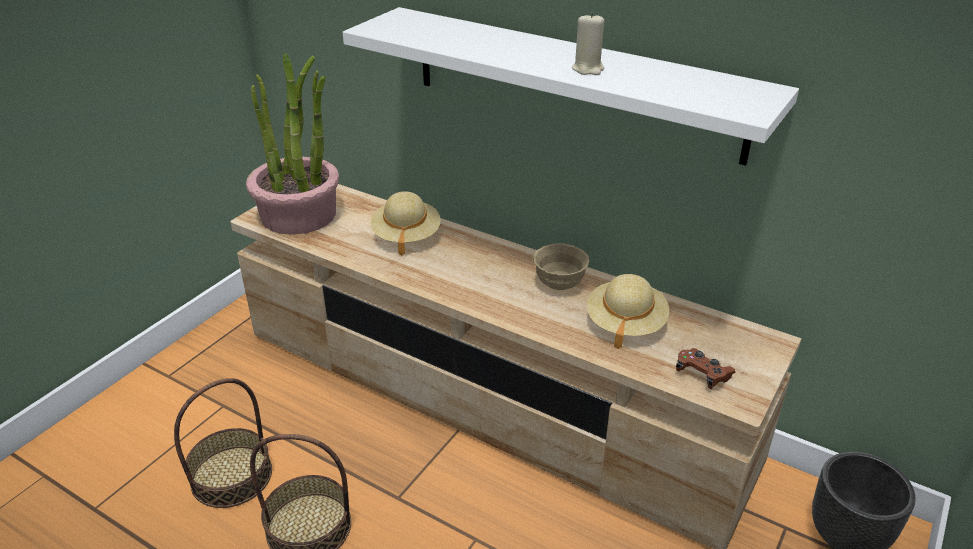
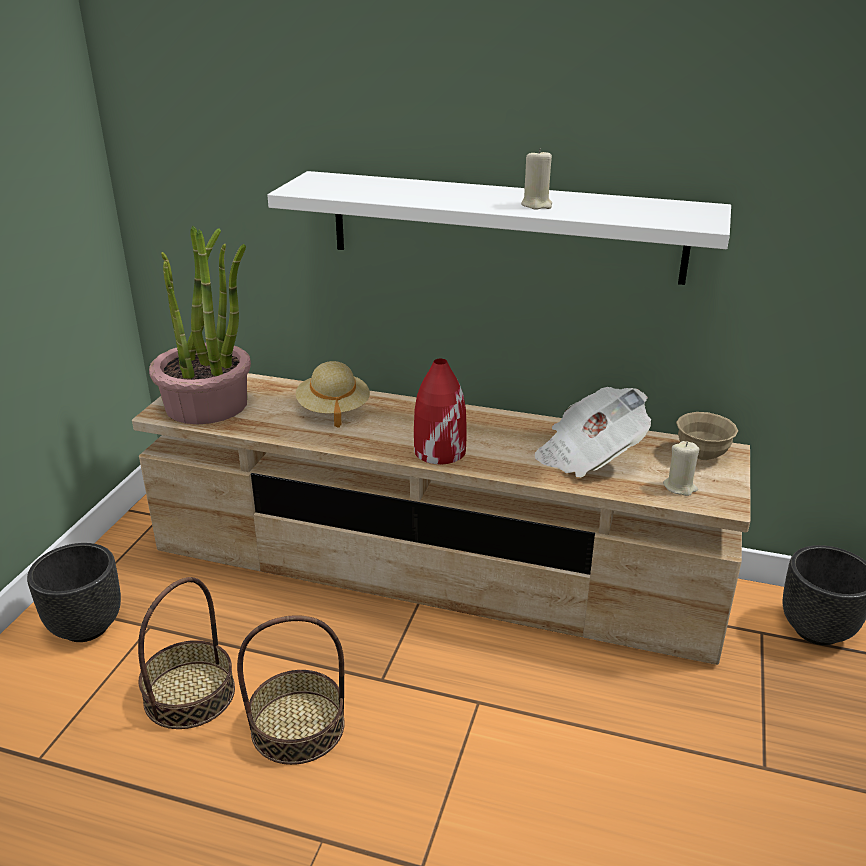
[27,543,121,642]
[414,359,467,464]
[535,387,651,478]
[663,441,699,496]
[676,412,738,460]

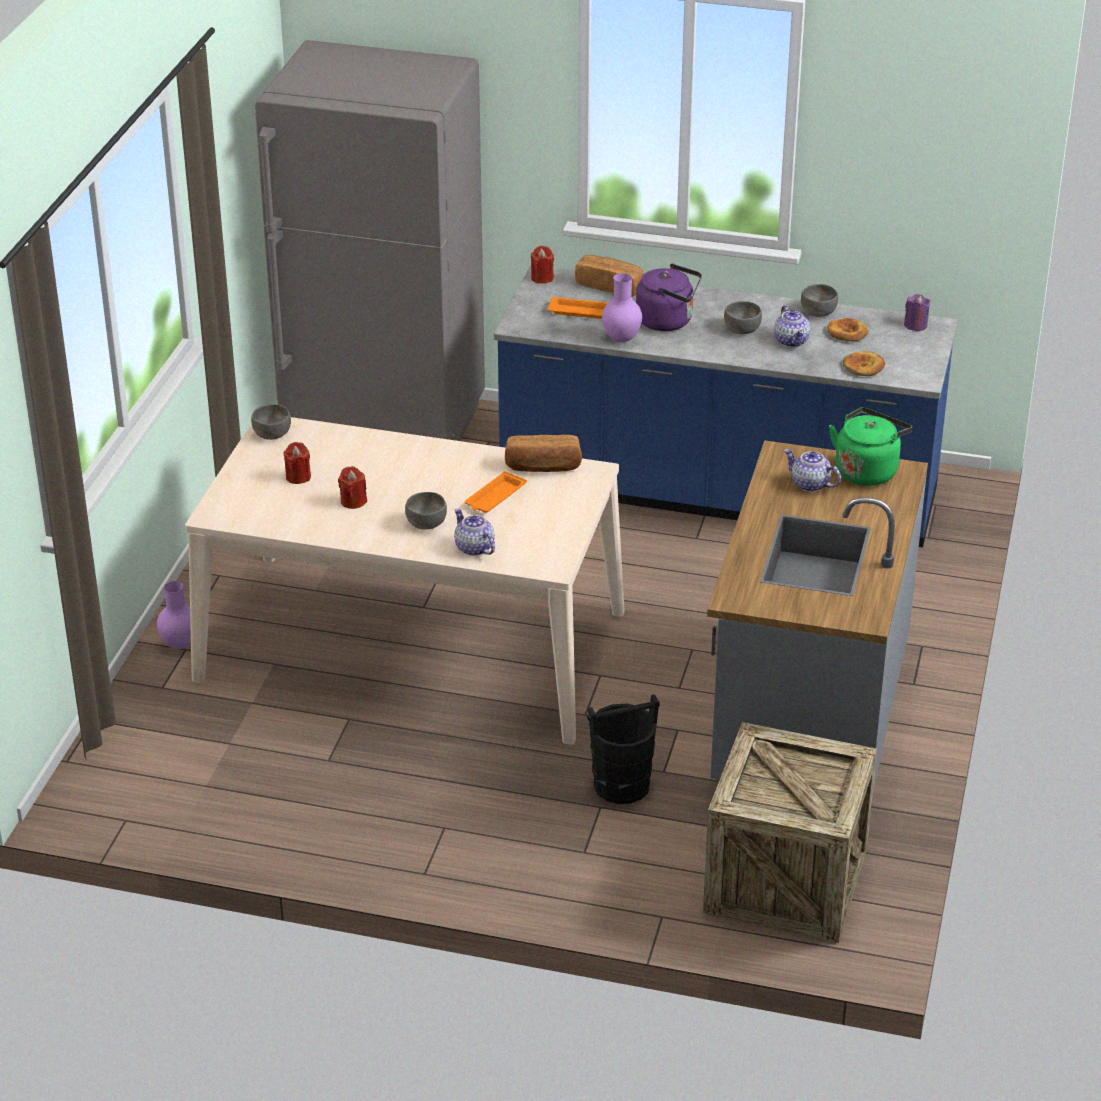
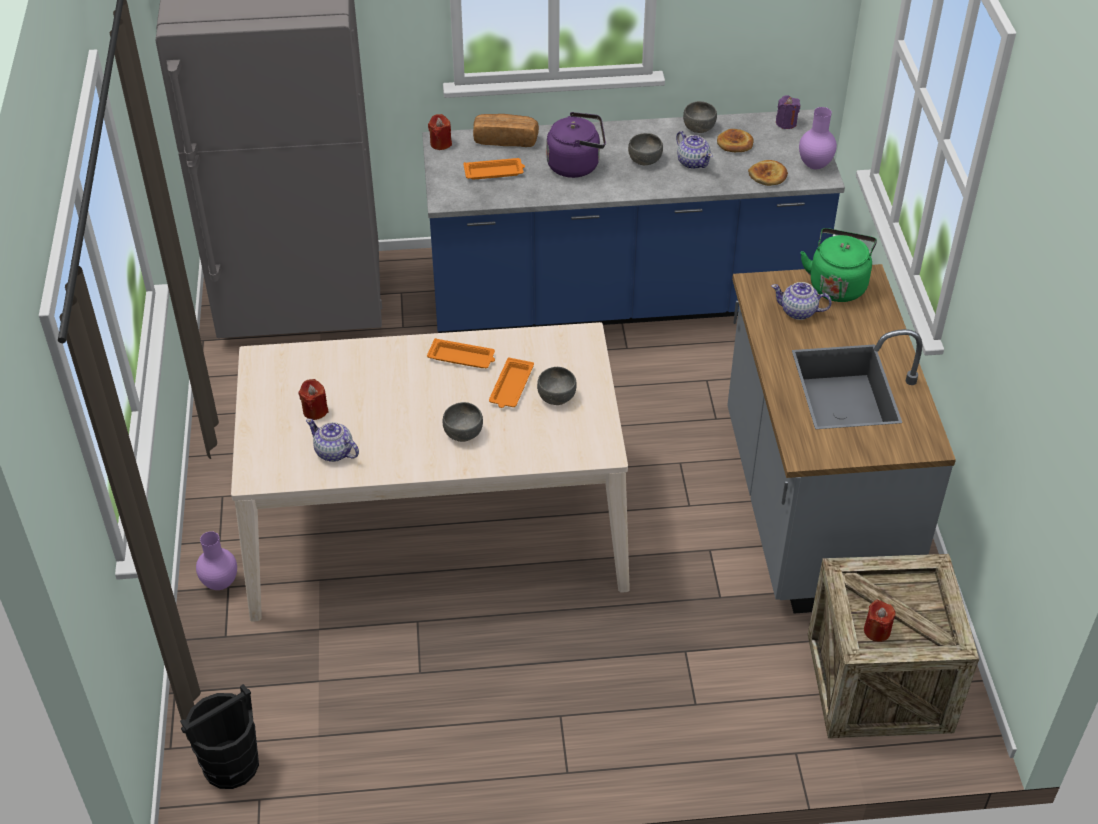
[180,684,259,789]
[306,419,359,462]
[427,338,495,368]
[537,367,577,405]
[799,107,837,169]
[864,600,895,642]
[505,435,582,472] (first image)

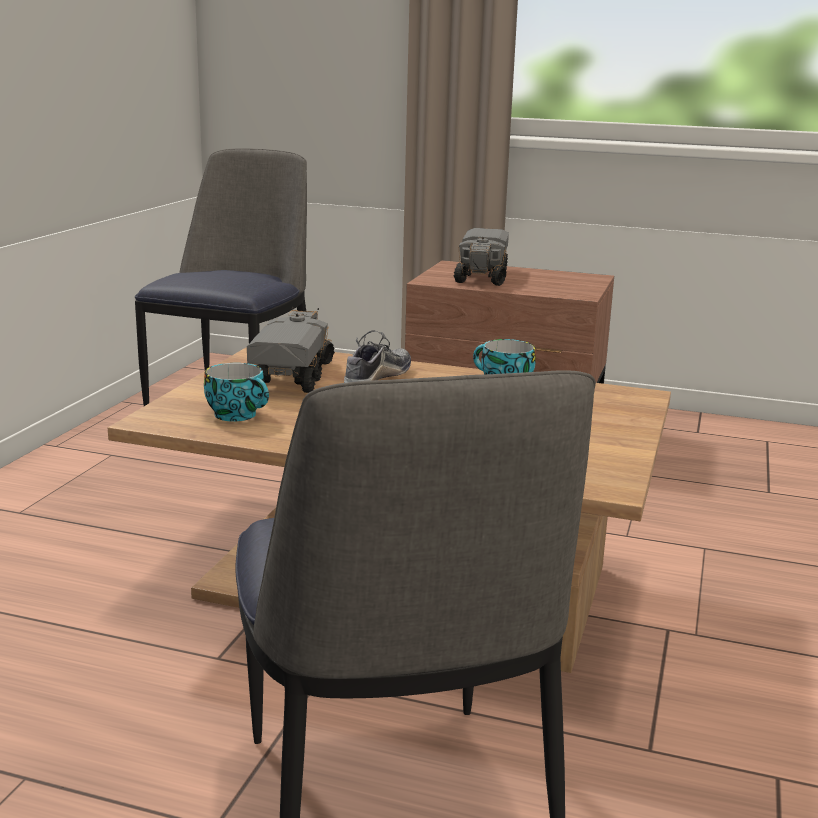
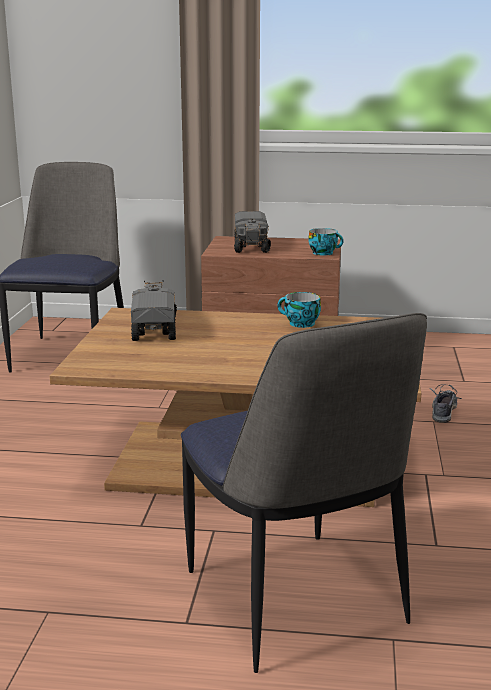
[309,228,344,256]
[430,384,462,423]

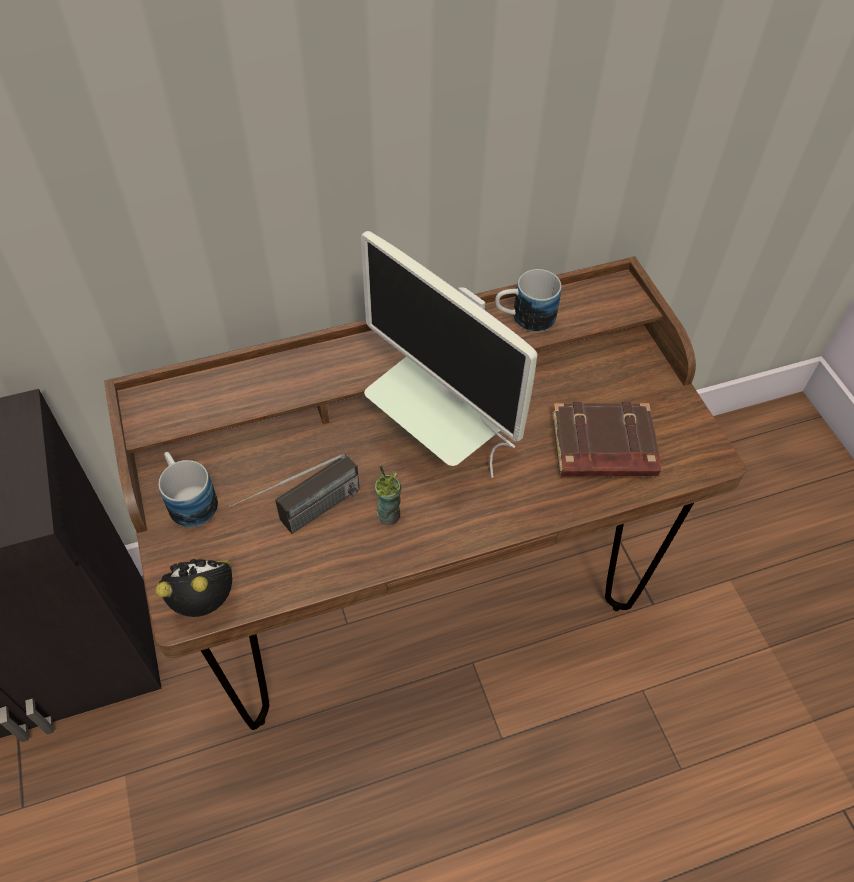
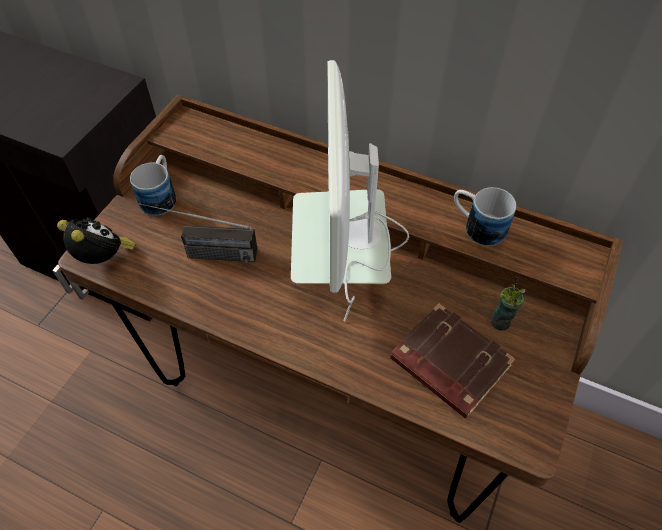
[491,277,525,331]

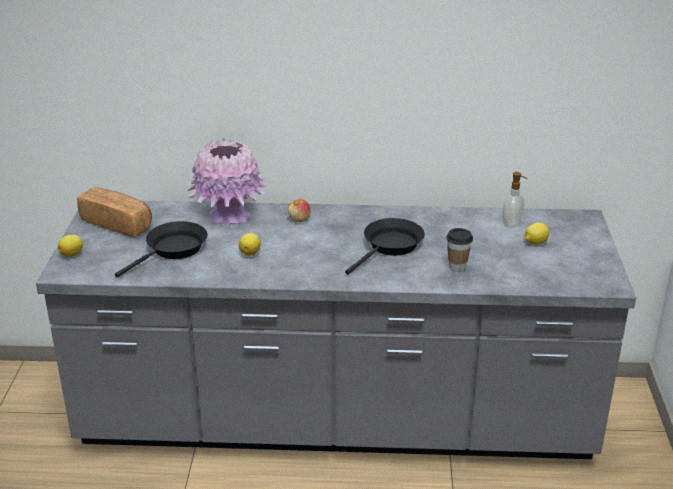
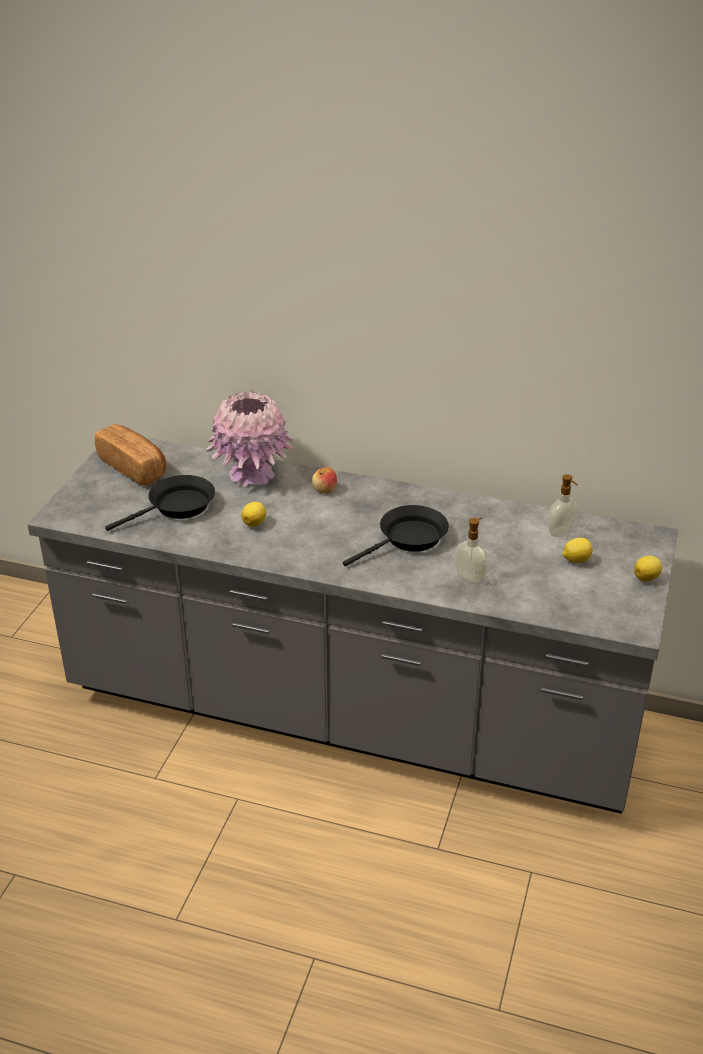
[454,517,489,583]
[634,556,662,582]

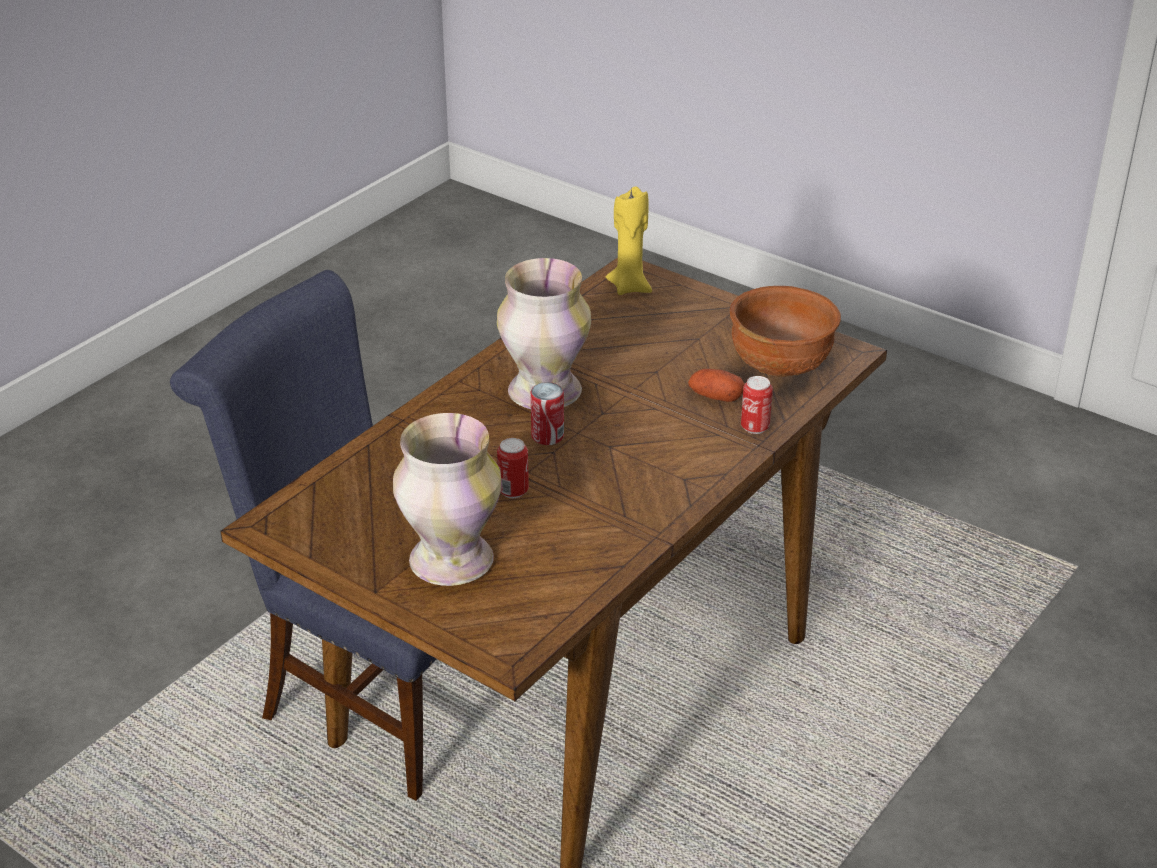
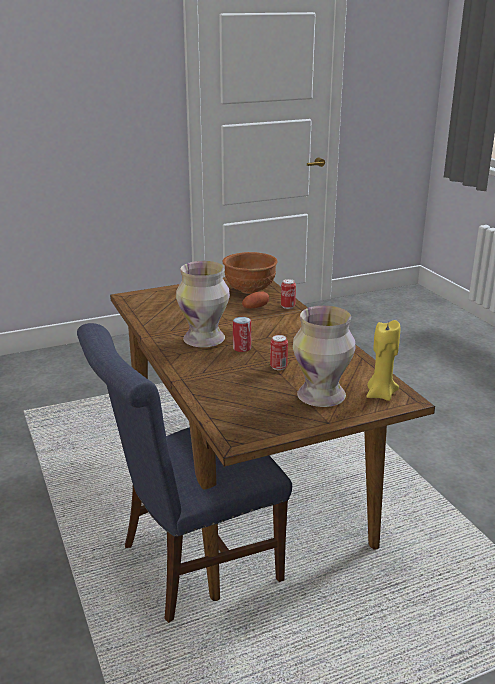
[366,320,400,401]

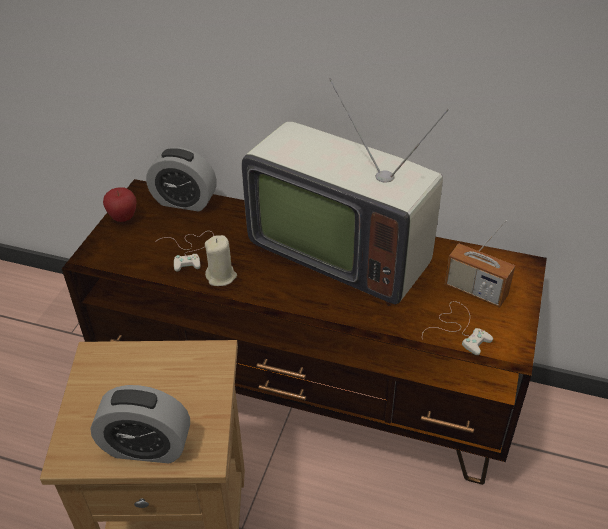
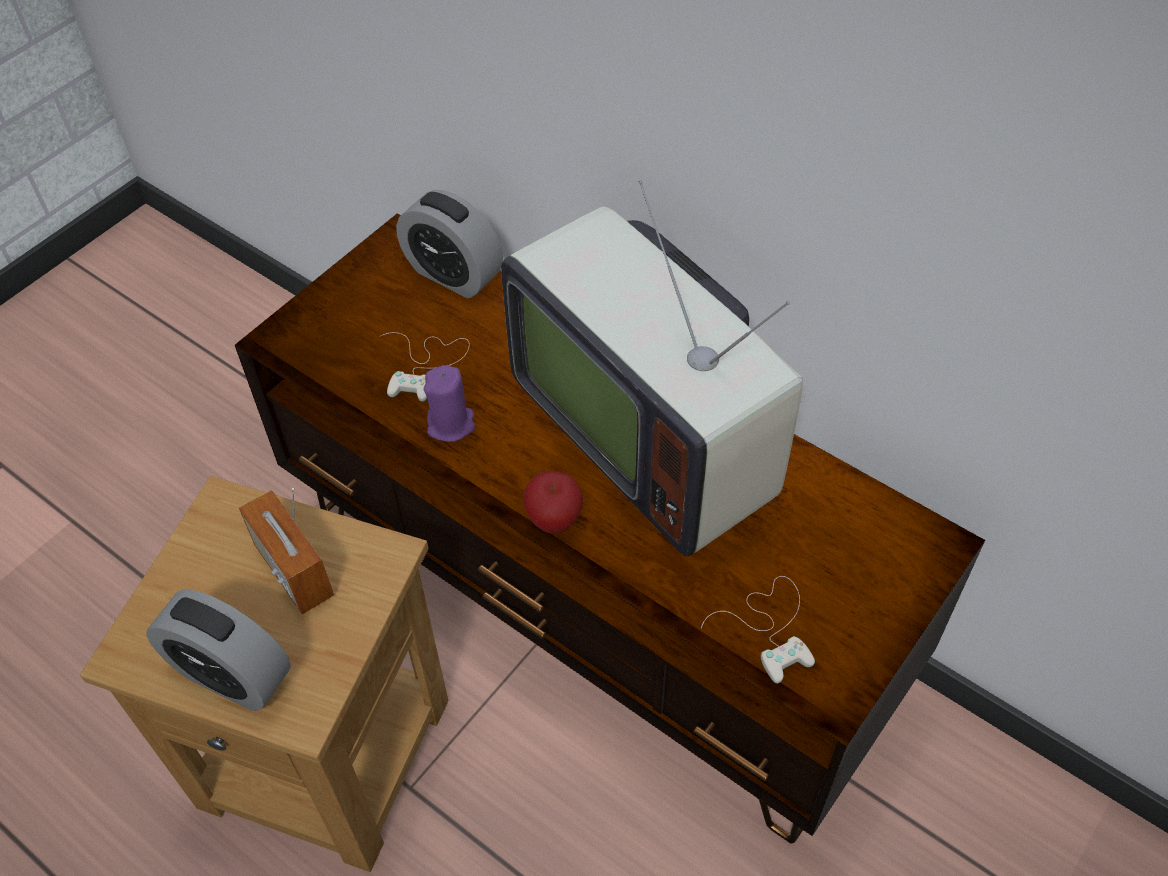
[239,488,334,614]
[424,365,475,442]
[523,471,583,534]

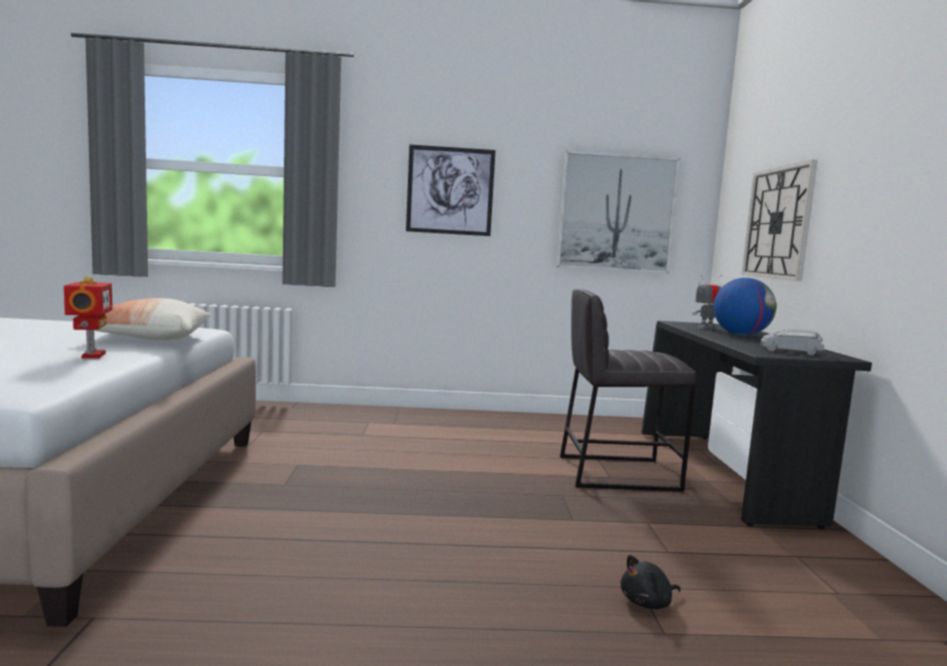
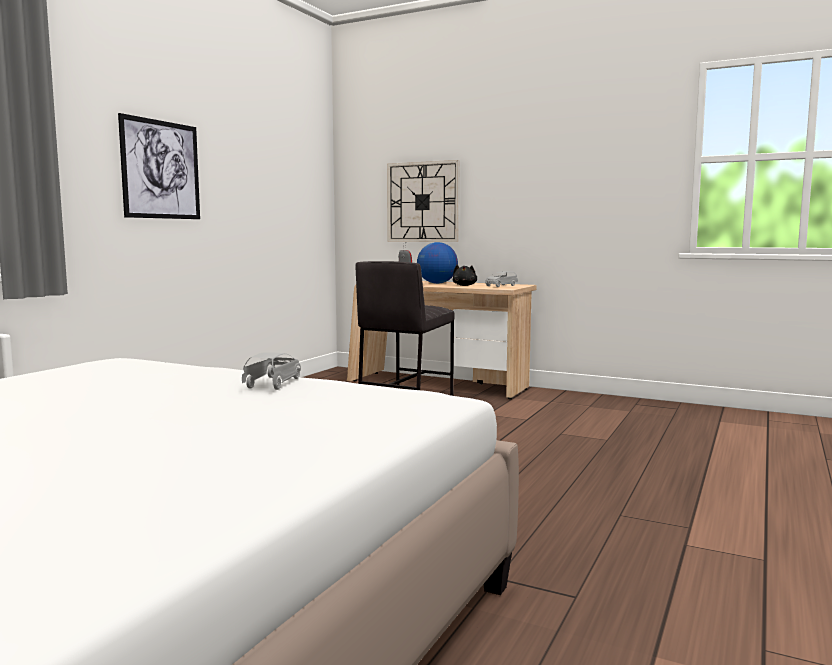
[242,352,301,390]
[347,281,536,399]
[453,265,477,286]
[94,298,211,340] (first image)
[556,150,681,274] (first image)

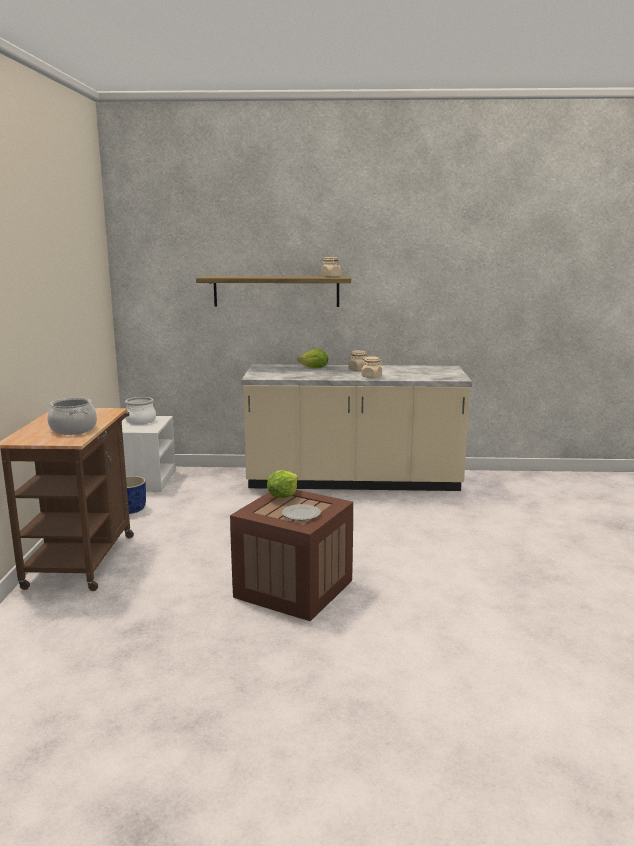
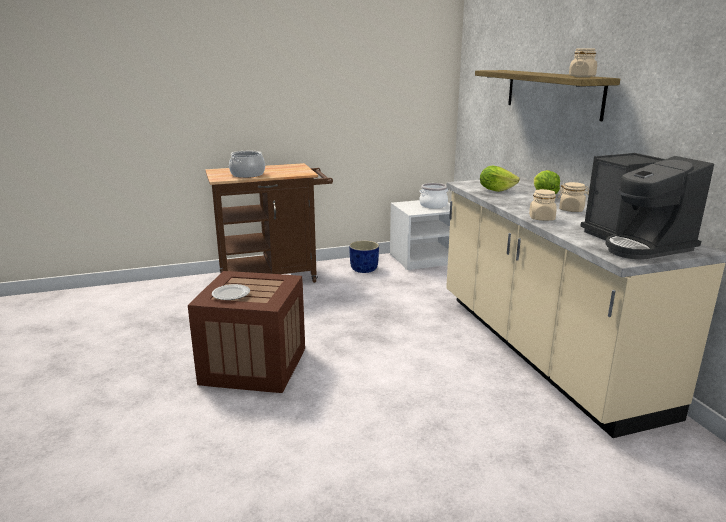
[480,165,520,192]
[580,153,714,259]

